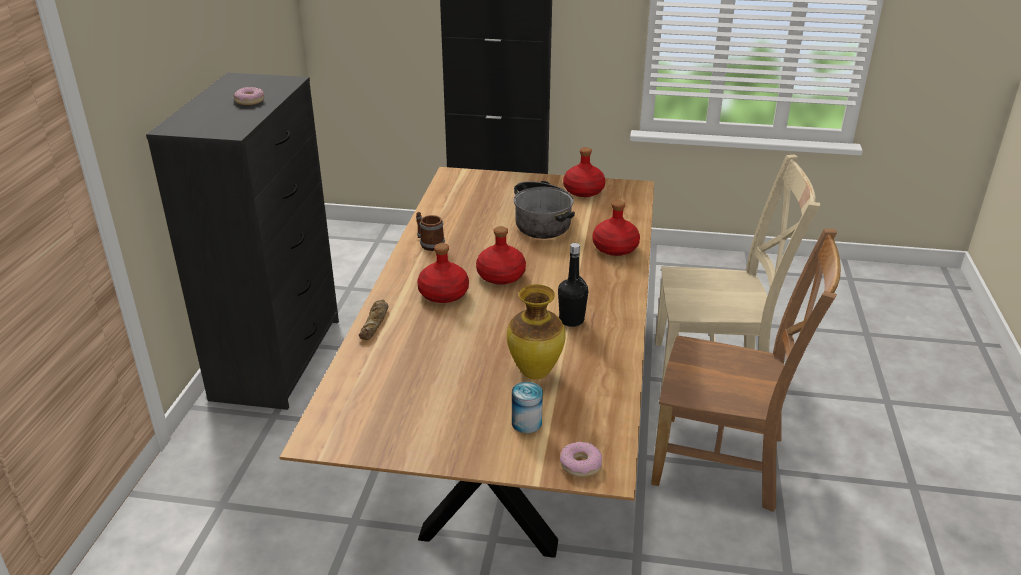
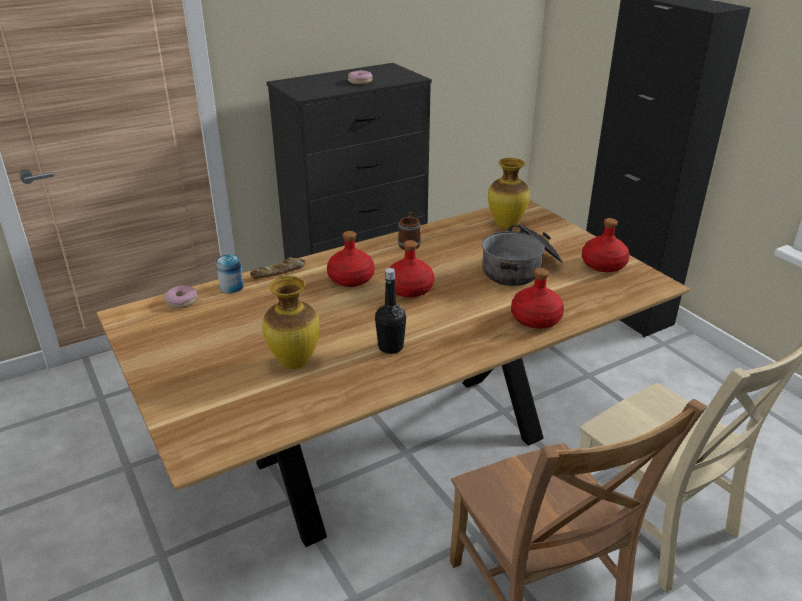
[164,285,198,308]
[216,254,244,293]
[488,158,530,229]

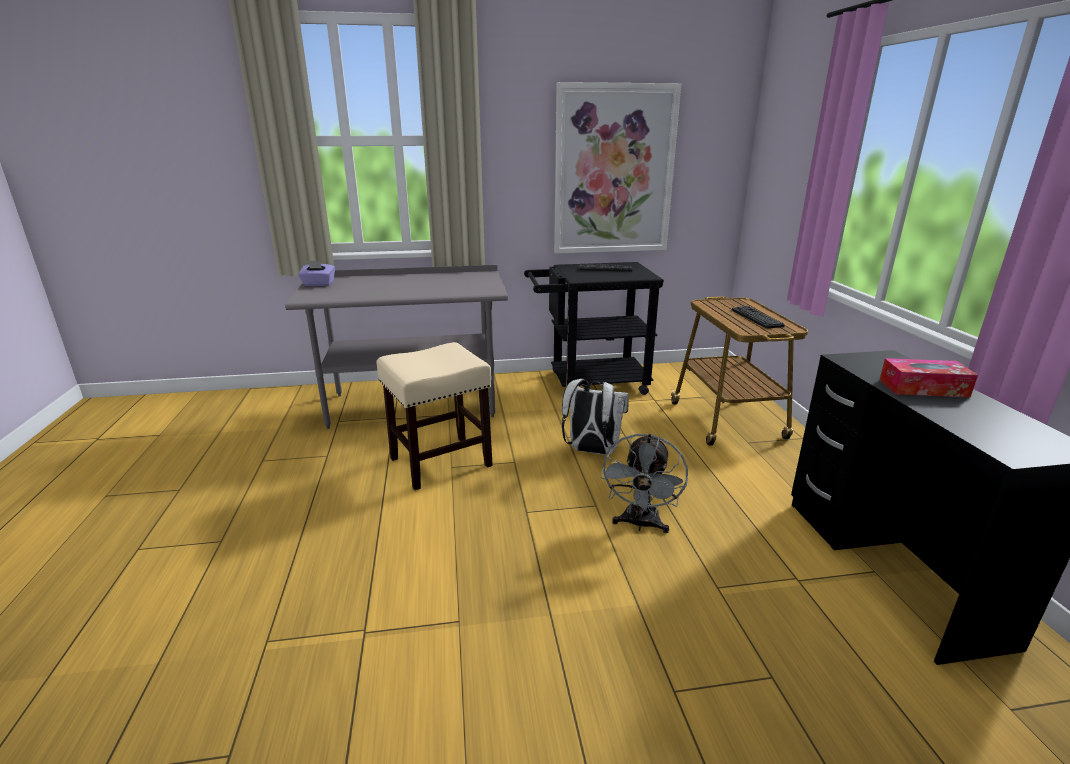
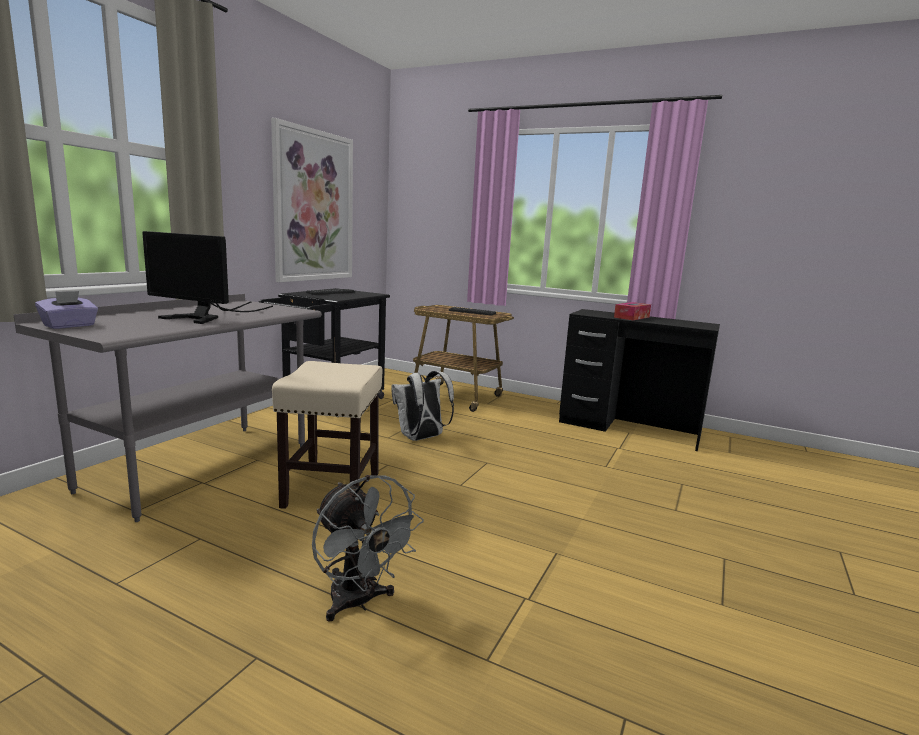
[142,231,273,324]
[312,475,424,622]

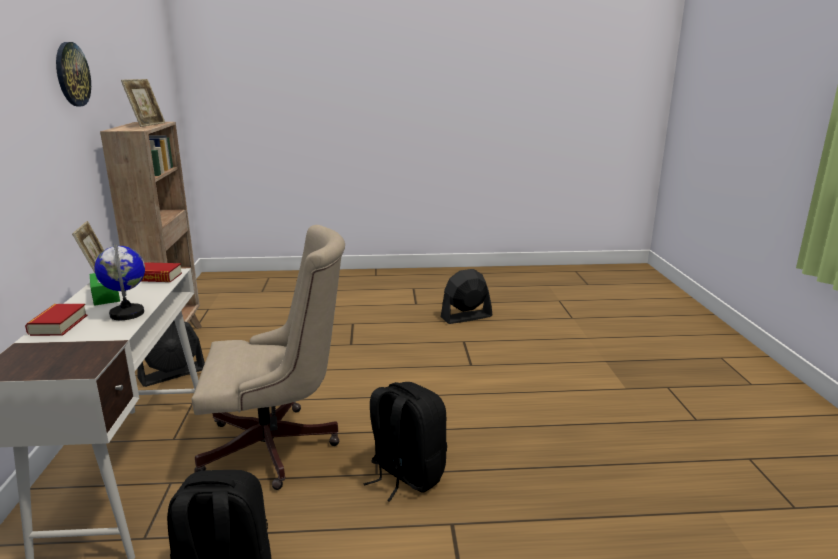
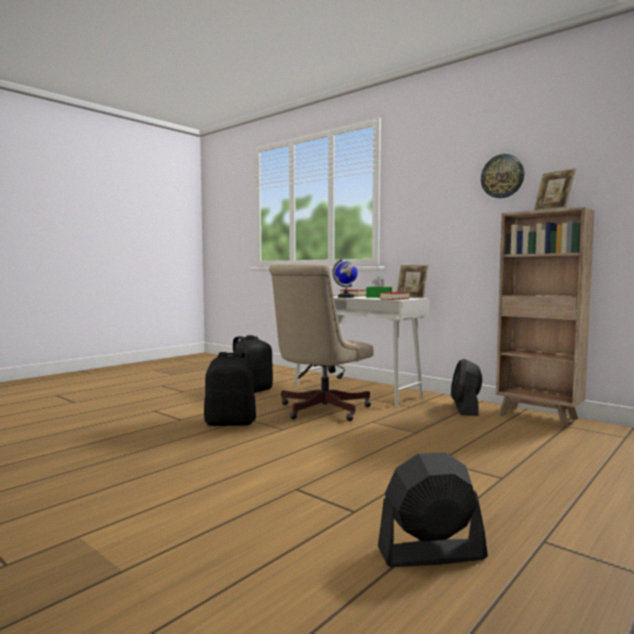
[378,453,488,567]

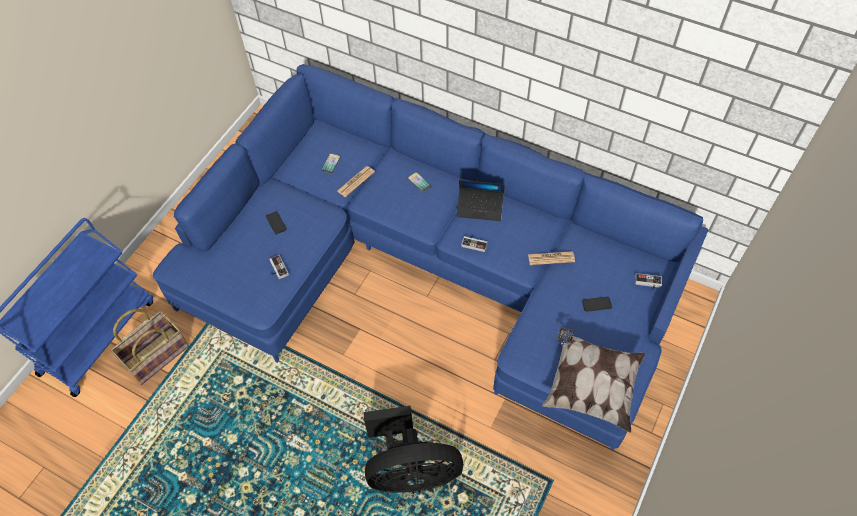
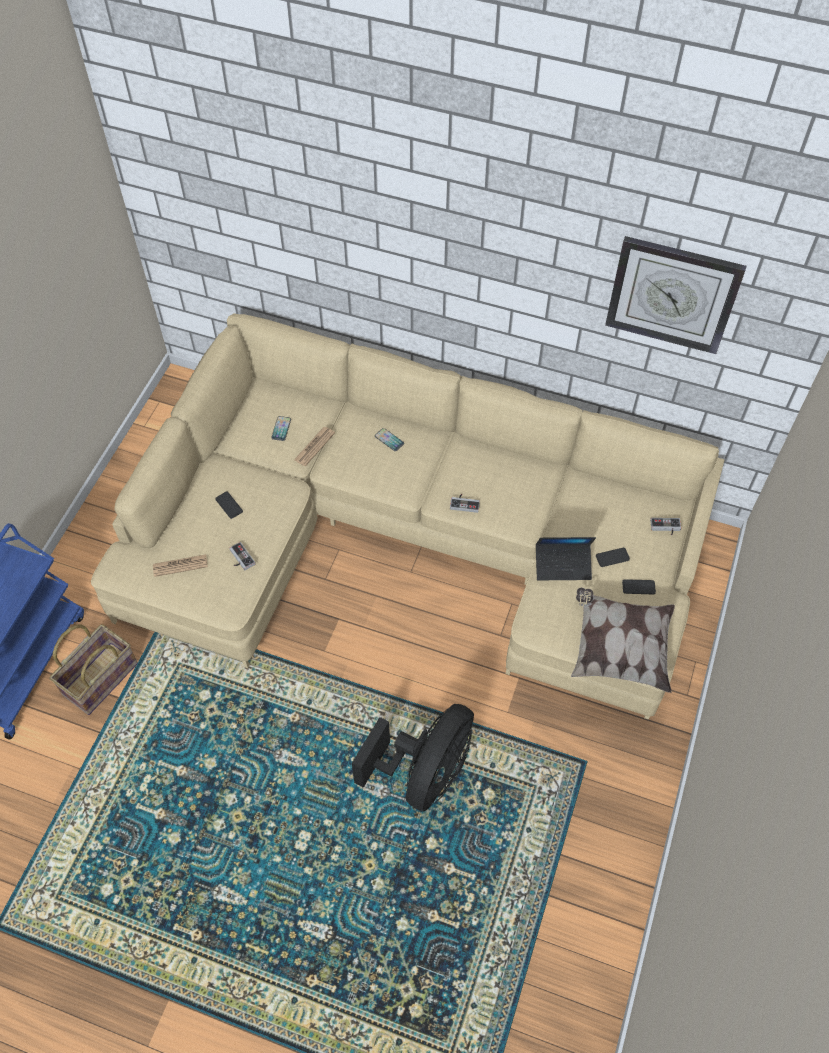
[91,313,724,719]
[153,554,208,577]
[352,704,474,811]
[536,537,596,580]
[605,236,746,354]
[622,579,656,594]

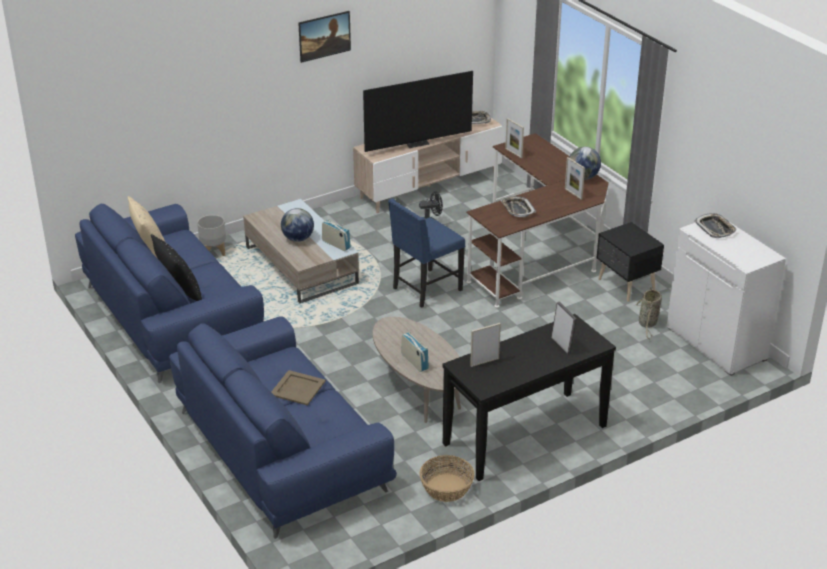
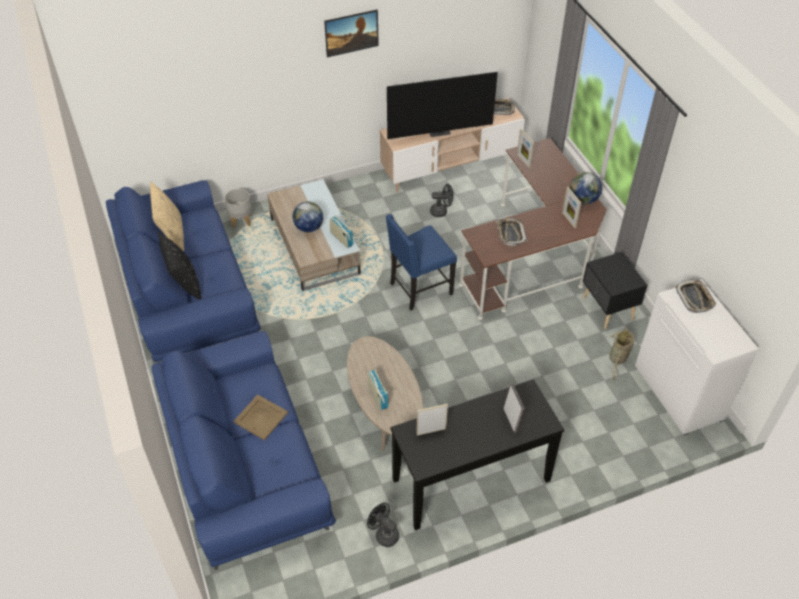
[367,503,399,547]

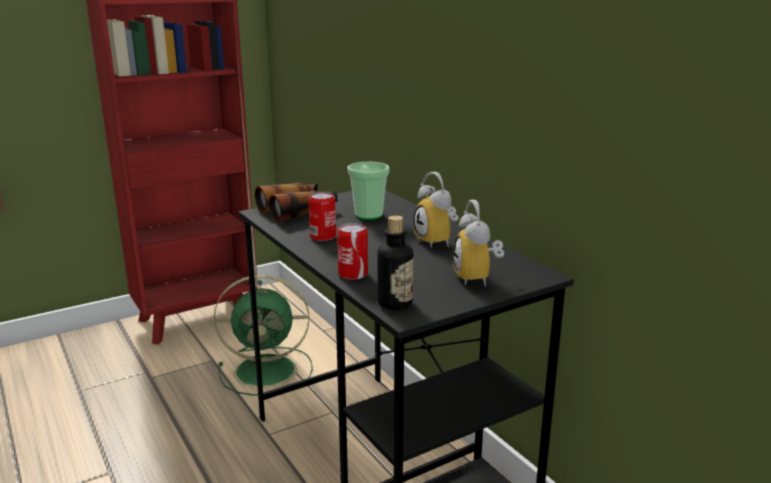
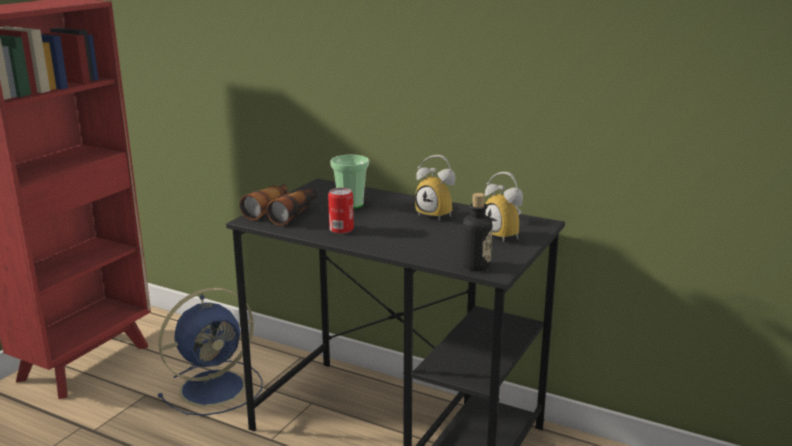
[157,287,263,416]
[337,223,368,280] (first image)

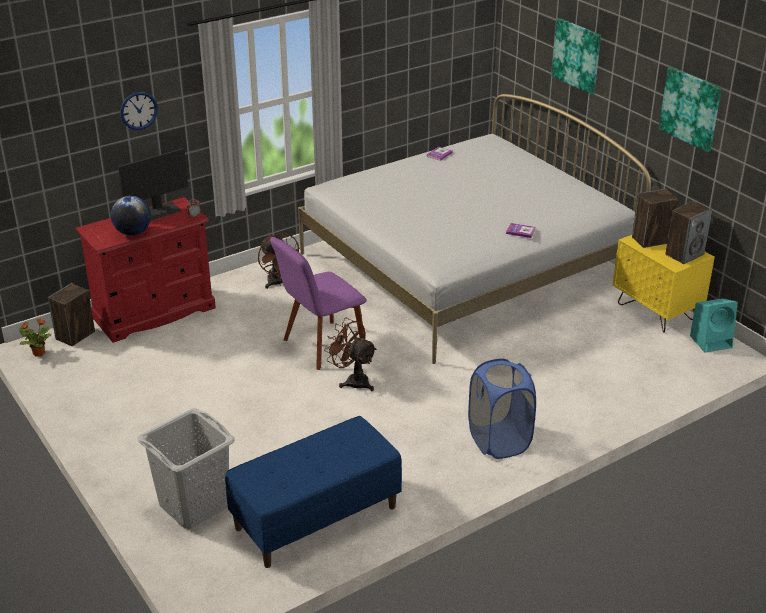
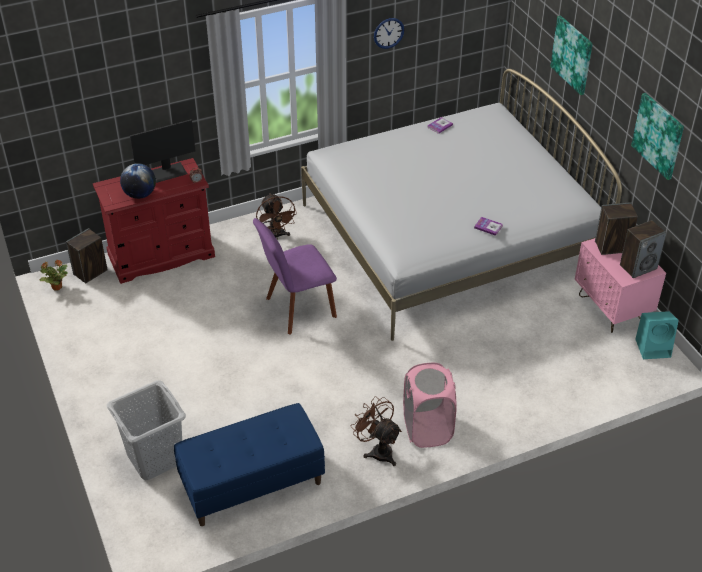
[351,396,402,466]
[374,18,404,49]
[403,363,457,448]
[575,238,666,333]

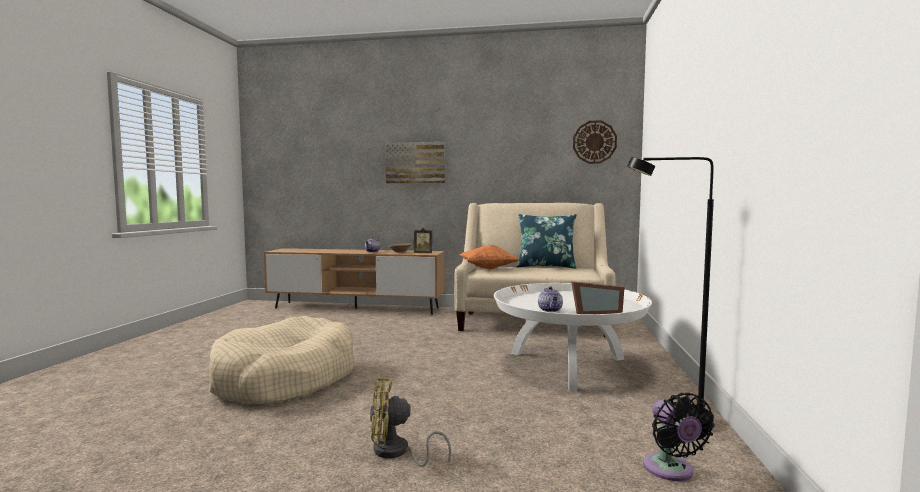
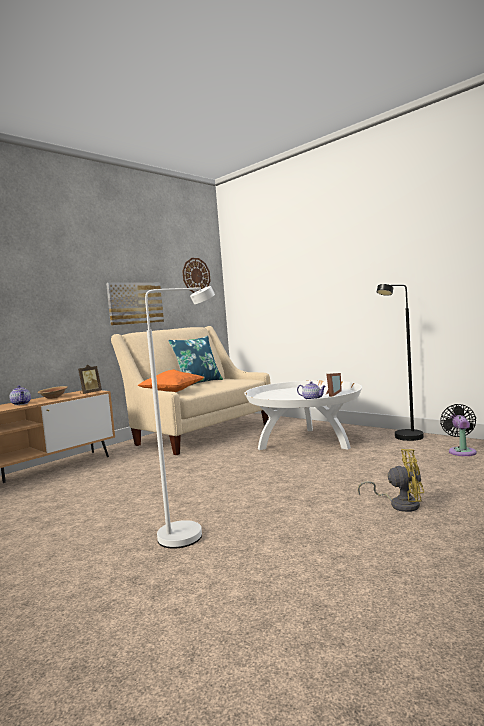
[106,283,164,326]
[145,286,215,549]
[358,449,424,512]
[440,404,477,456]

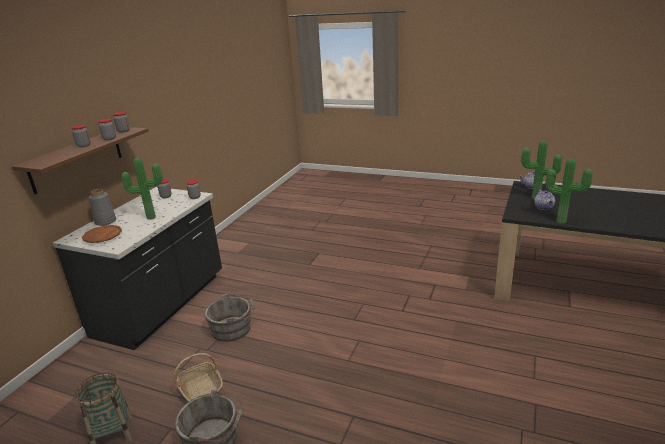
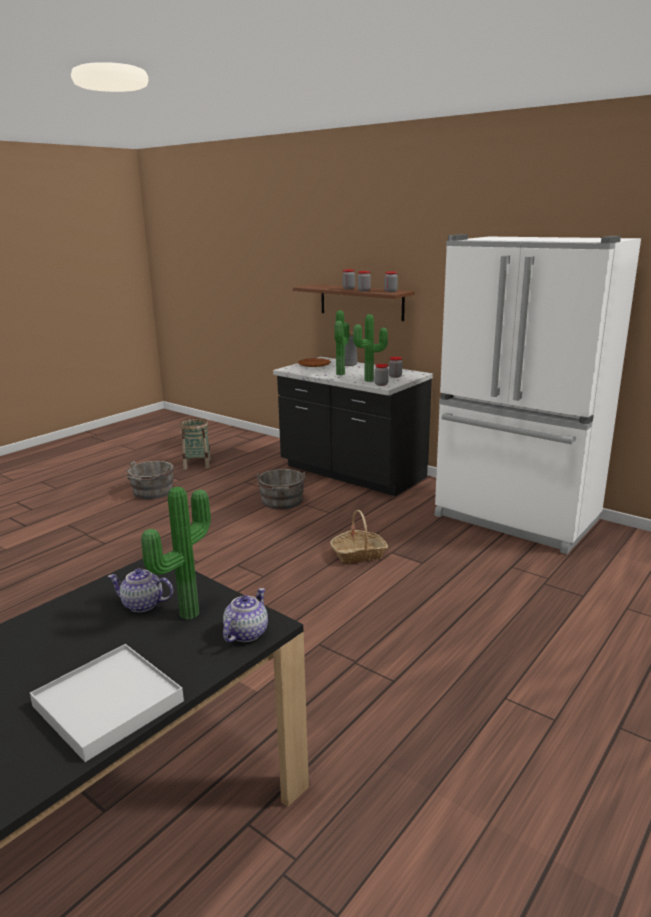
[30,644,184,762]
[330,510,388,564]
[353,314,388,382]
[435,234,641,554]

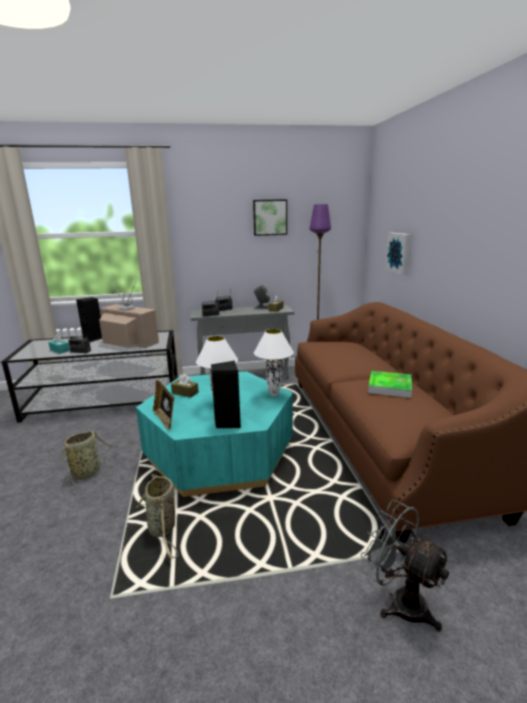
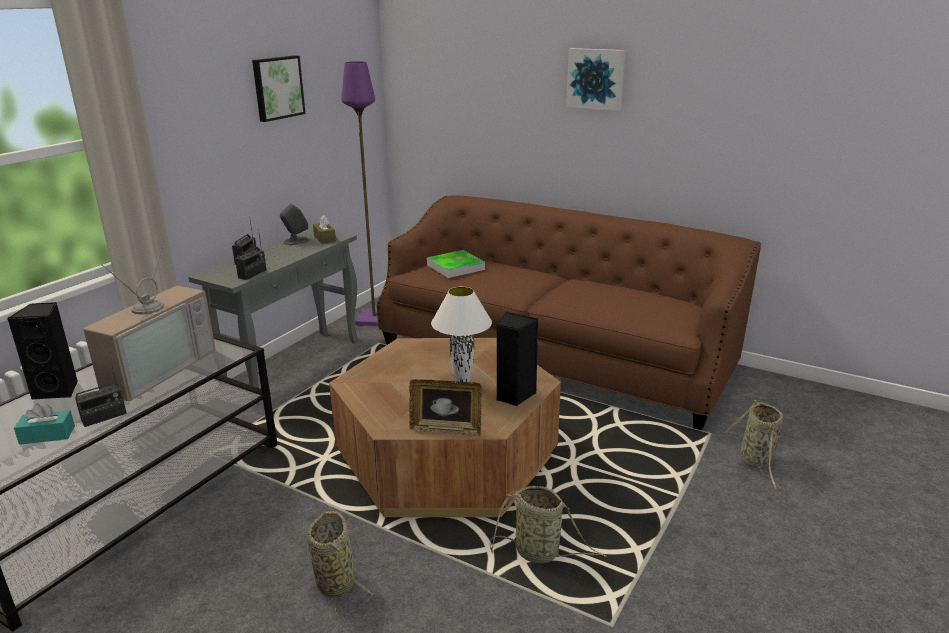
[83,240,216,402]
[329,338,561,517]
[427,250,485,278]
[566,48,626,111]
[724,400,783,491]
[171,374,199,397] (first image)
[254,329,294,397] (first image)

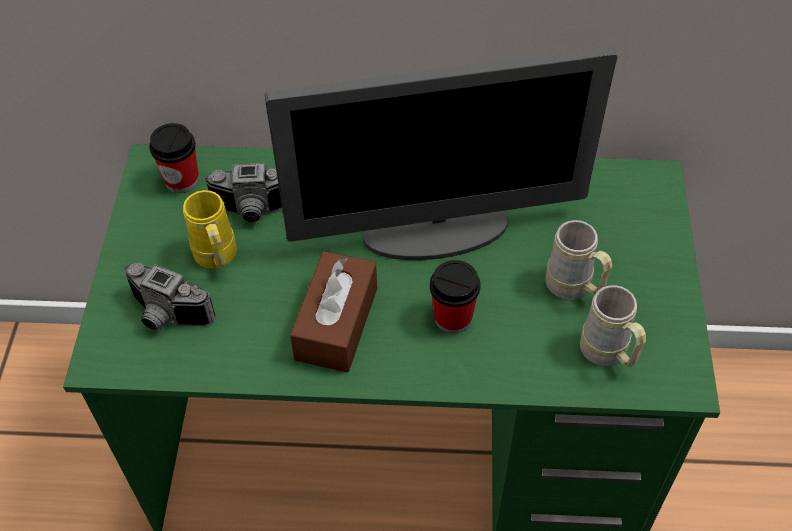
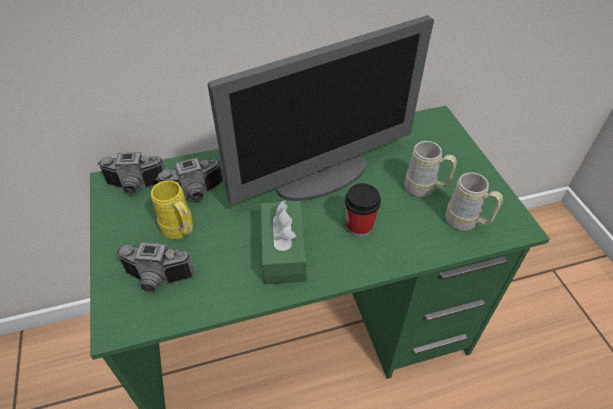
[98,152,166,194]
[261,200,306,284]

